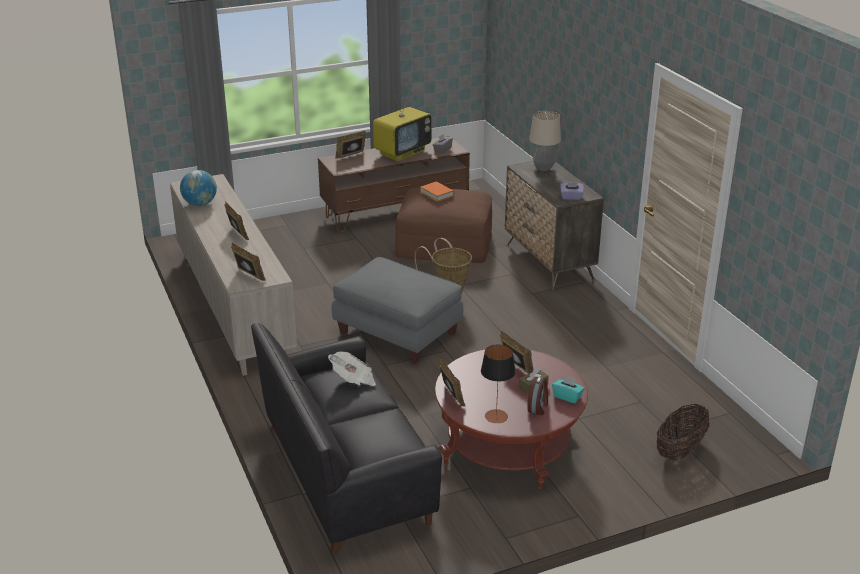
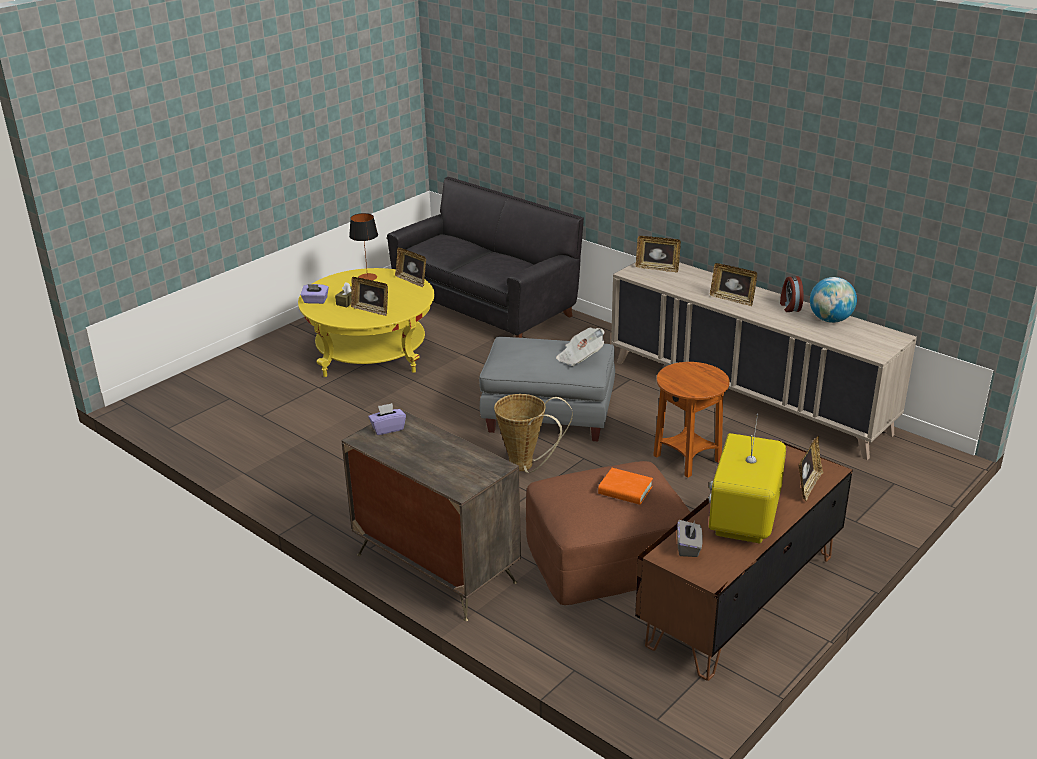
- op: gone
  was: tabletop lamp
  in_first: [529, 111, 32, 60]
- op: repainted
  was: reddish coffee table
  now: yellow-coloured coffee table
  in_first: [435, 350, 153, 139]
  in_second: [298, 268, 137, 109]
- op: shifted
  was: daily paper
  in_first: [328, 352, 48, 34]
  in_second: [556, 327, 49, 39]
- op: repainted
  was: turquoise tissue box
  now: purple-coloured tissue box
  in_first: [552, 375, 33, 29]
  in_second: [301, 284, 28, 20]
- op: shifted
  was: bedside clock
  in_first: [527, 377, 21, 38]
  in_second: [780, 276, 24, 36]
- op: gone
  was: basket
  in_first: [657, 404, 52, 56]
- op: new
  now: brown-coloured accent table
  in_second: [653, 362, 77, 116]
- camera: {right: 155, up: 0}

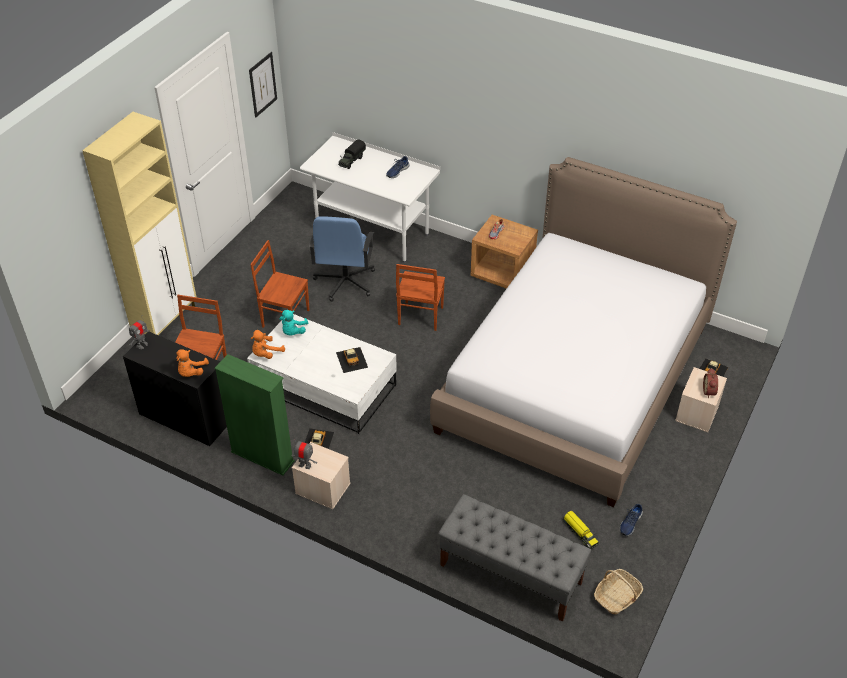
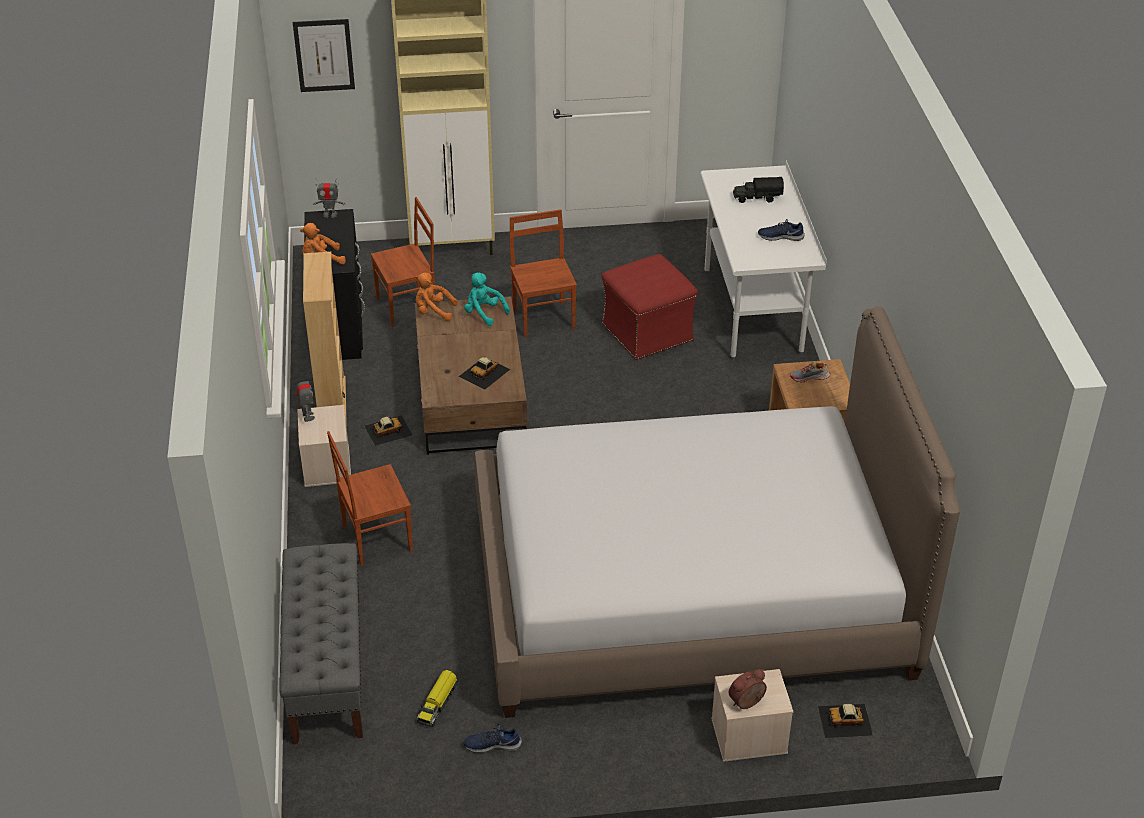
- op: shifted
  was: picture
  in_first: [249, 52, 28, 66]
  in_second: [293, 19, 62, 73]
- op: swapped
  was: bluish desk chair
  now: reddish footrest
  in_first: [309, 216, 66, 86]
  in_second: [601, 254, 97, 106]
- op: shifted
  was: brown-coloured chair
  in_first: [396, 264, 49, 67]
  in_second: [327, 431, 86, 135]
- op: rotated
  was: turquoise cuddly toy
  in_first: [280, 310, 29, 25]
  in_second: [464, 273, 46, 53]
  clockwise: 60
- op: repainted
  was: white coffee table
  now: brown-coloured coffee table
  in_first: [247, 314, 150, 120]
  in_second: [415, 296, 112, 159]
- op: repainted
  was: green bookcase
  now: sand-coloured bookcase
  in_first: [214, 354, 81, 122]
  in_second: [303, 252, 44, 175]
- op: gone
  was: basket
  in_first: [594, 569, 49, 45]
- camera: {right: 55, up: -5}

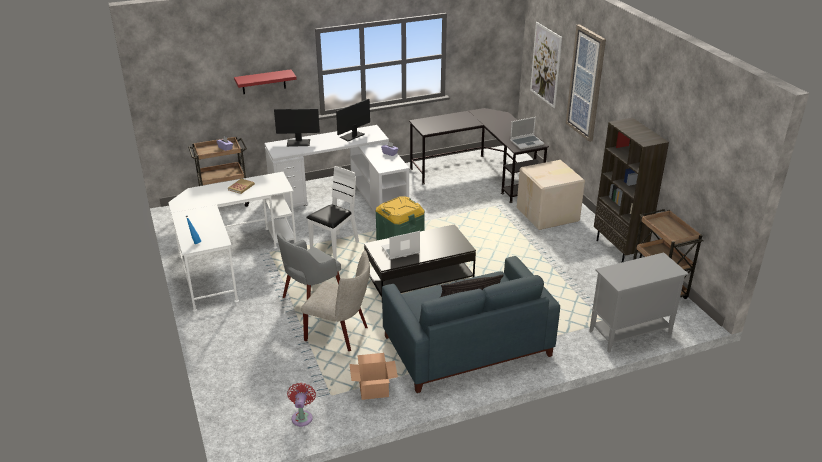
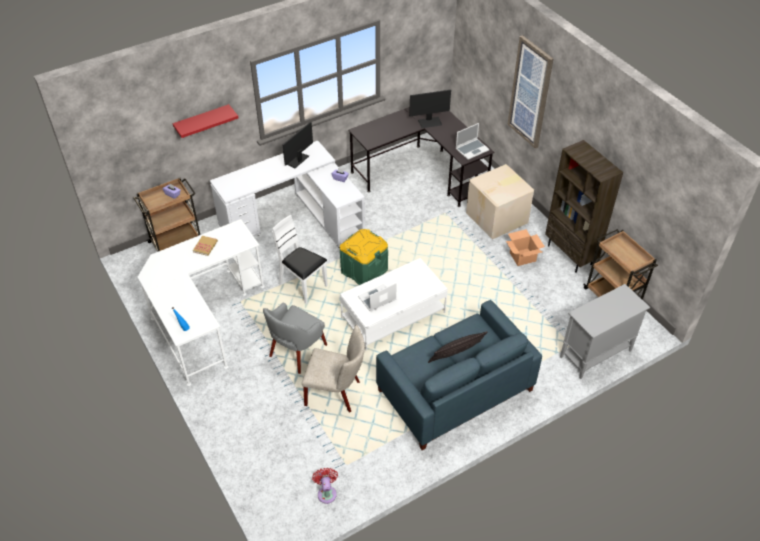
- op: gone
  was: picture
  in_first: [530, 22, 32, 86]
- op: shifted
  was: computer screen
  in_first: [274, 108, 46, 39]
  in_second: [409, 90, 42, 38]
- op: rotated
  was: white chair
  in_first: [306, 166, 53, 94]
  in_second: [272, 215, 56, 89]
  clockwise: -75
- op: repainted
  was: black-coloured coffee table
  now: white coffee table
  in_first: [364, 224, 112, 73]
  in_second: [340, 258, 108, 93]
- op: shifted
  was: cardboard box
  in_first: [349, 353, 49, 47]
  in_second: [506, 229, 39, 37]
- camera: {right: -10, up: 15}

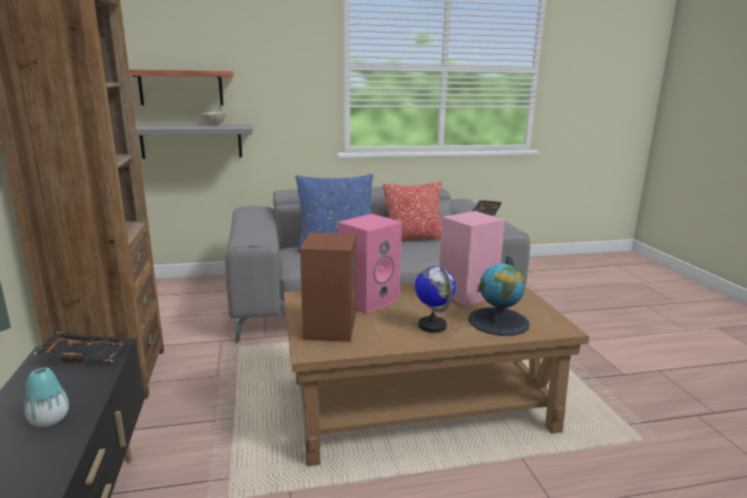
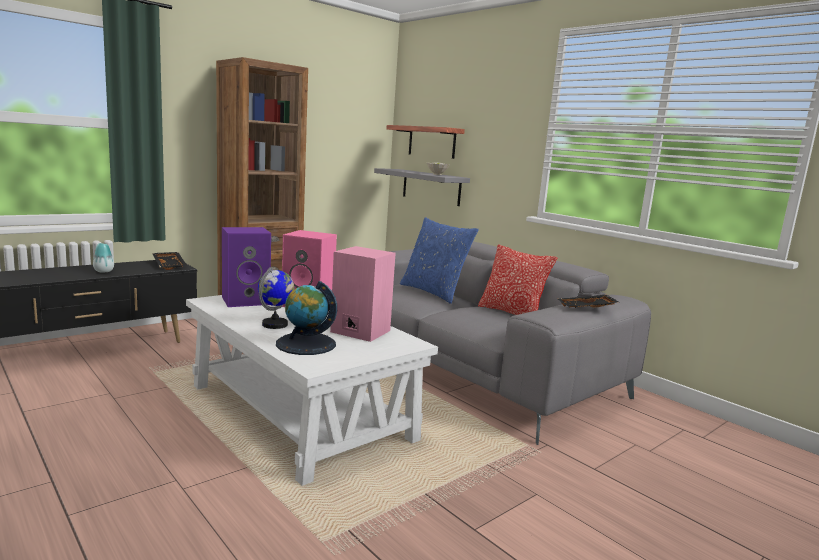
- op: repainted
  was: brown-coloured speaker
  now: purple-coloured speaker
  in_first: [300, 233, 56, 109]
  in_second: [222, 227, 49, 80]
- op: repainted
  was: brown-coloured coffee table
  now: white coffee table
  in_first: [284, 283, 305, 183]
  in_second: [186, 295, 252, 191]
- camera: {right: 60, up: -5}

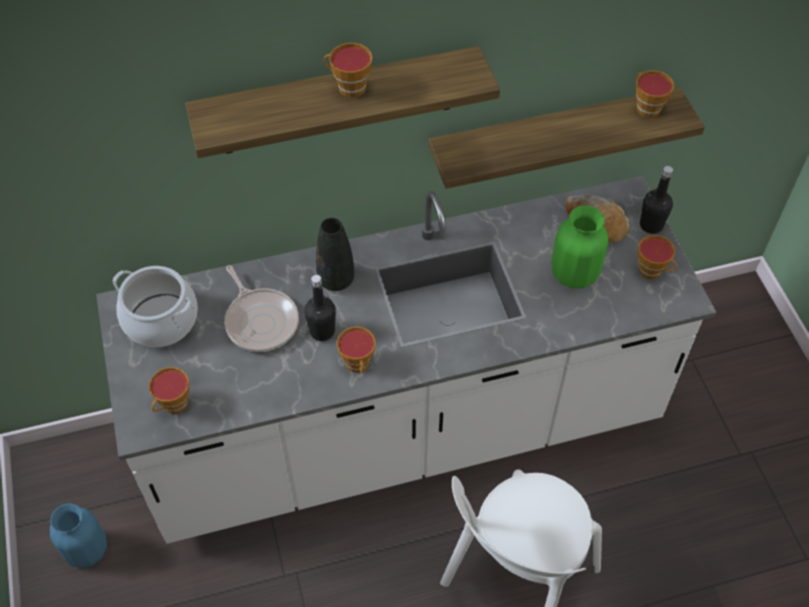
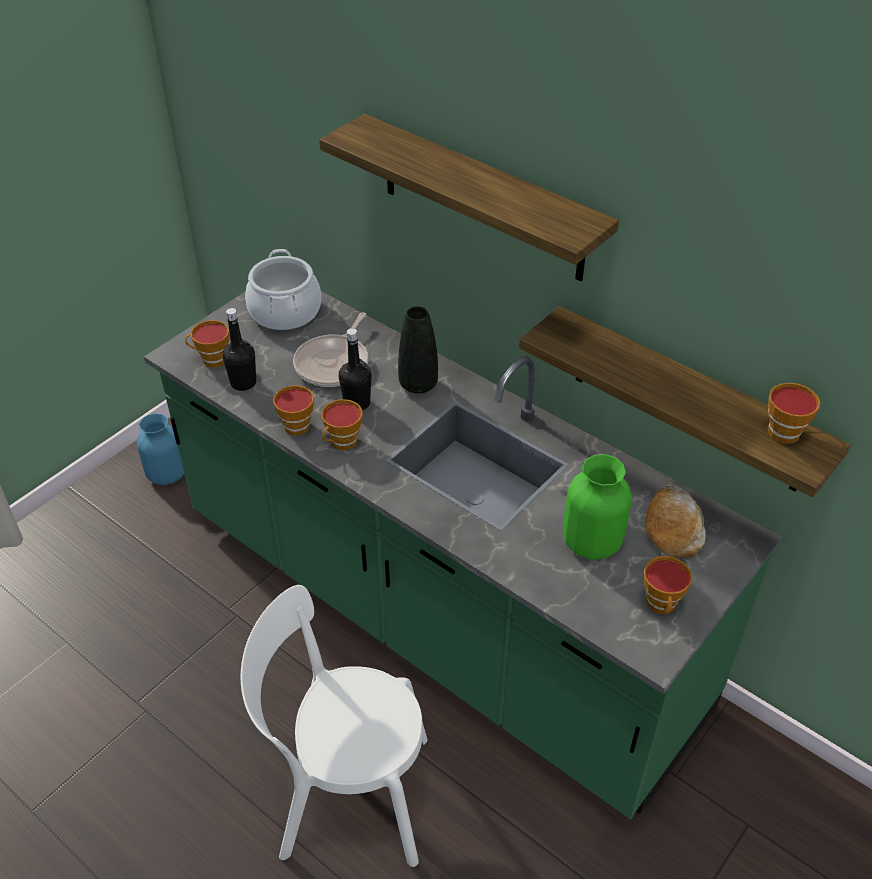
- op: shifted
  was: drinking cup
  in_first: [324, 43, 49, 55]
  in_second: [273, 385, 41, 51]
- op: shifted
  was: black-coloured bottle
  in_first: [640, 166, 33, 68]
  in_second: [222, 308, 34, 83]
- op: repainted
  was: white kitchen counter
  now: green kitchen counter
  in_first: [96, 176, 621, 368]
  in_second: [144, 291, 638, 528]
- camera: {right: 55, up: -10}

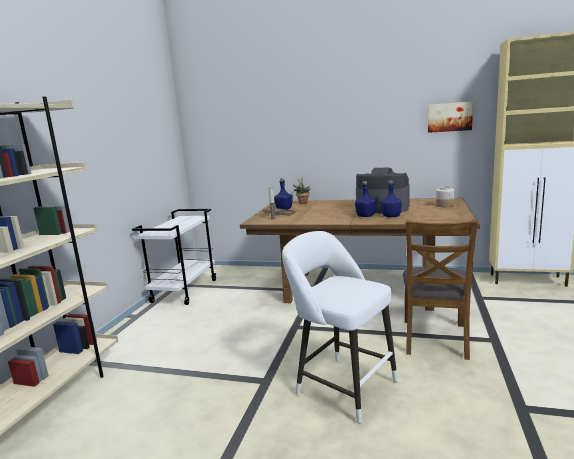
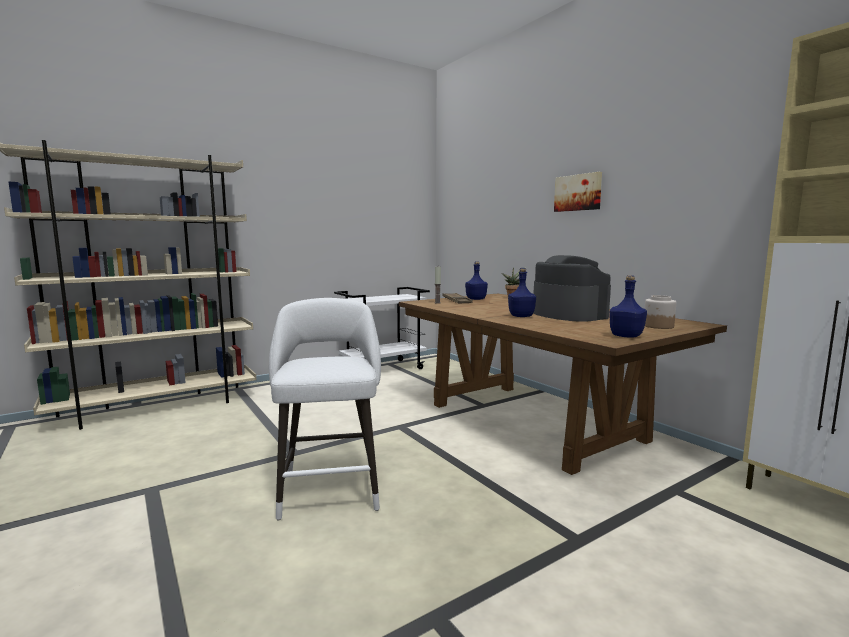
- op: shifted
  was: picture
  in_first: [428, 102, 45, 31]
  in_second: [554, 172, 48, 40]
- op: shifted
  was: bluish bottle
  in_first: [381, 180, 21, 37]
  in_second: [609, 275, 38, 63]
- op: gone
  was: brown-coloured chair
  in_first: [403, 220, 75, 140]
- camera: {right: 40, up: -5}

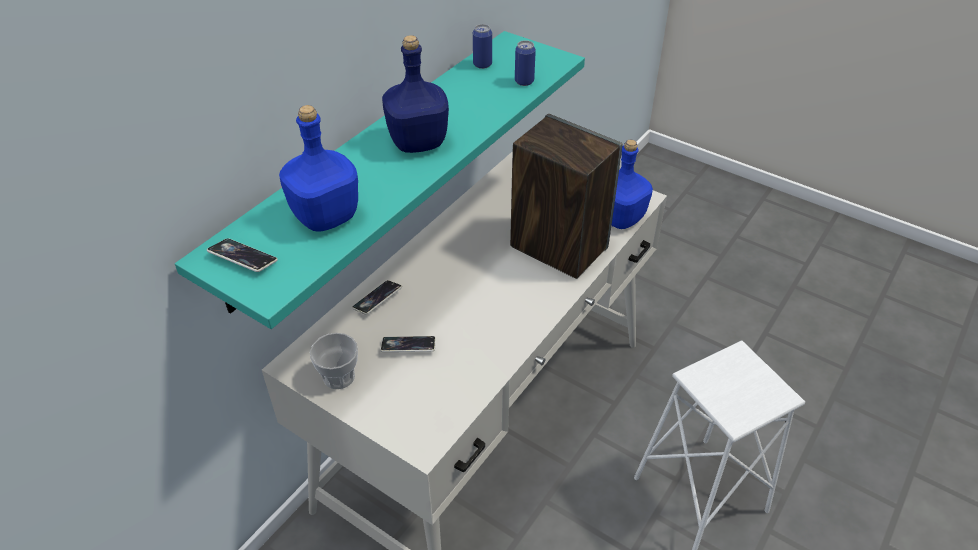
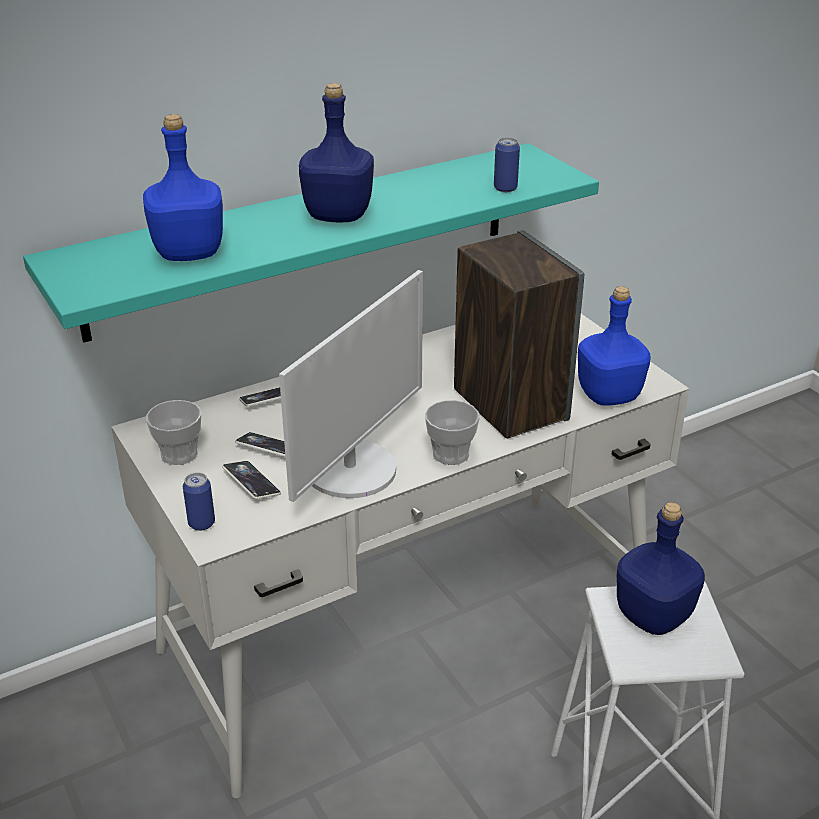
- op: shifted
  was: sealed can
  in_first: [473, 24, 19, 45]
  in_second: [183, 472, 32, 59]
- op: shifted
  was: handset
  in_first: [207, 238, 71, 34]
  in_second: [222, 461, 59, 38]
- op: new
  now: computer screen
  in_second: [279, 270, 144, 232]
- op: new
  now: drinking cup
  in_second: [425, 400, 55, 65]
- op: new
  now: bluish bottle
  in_second: [617, 502, 88, 133]
- camera: {right: 25, up: -10}

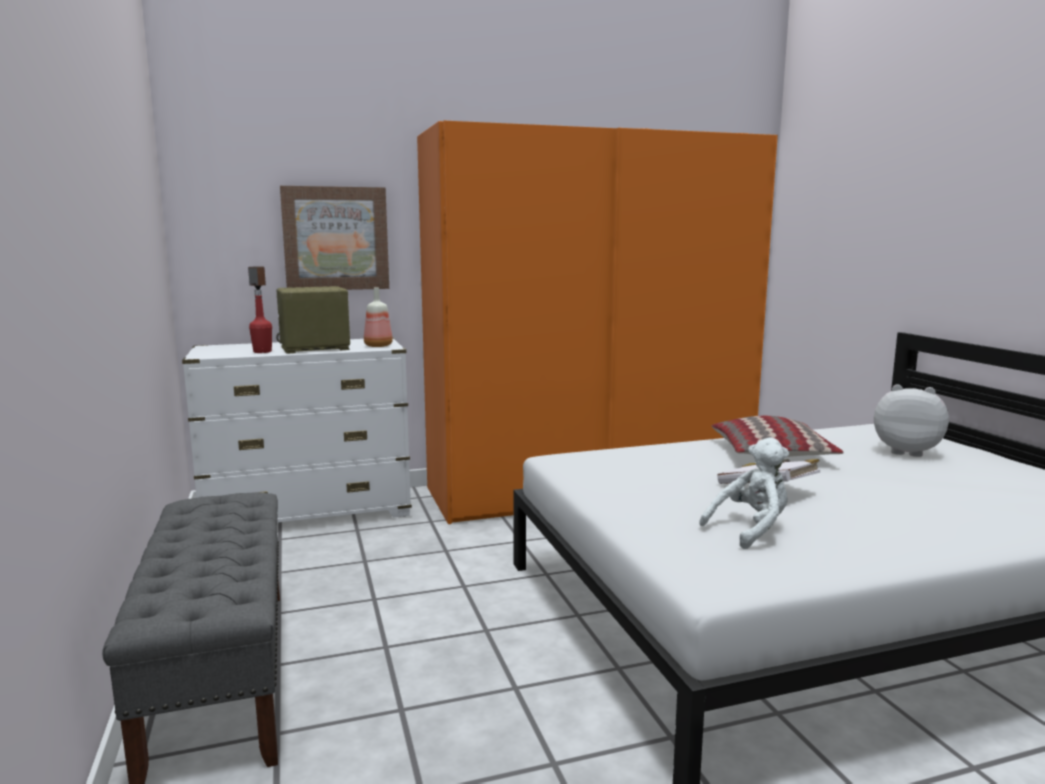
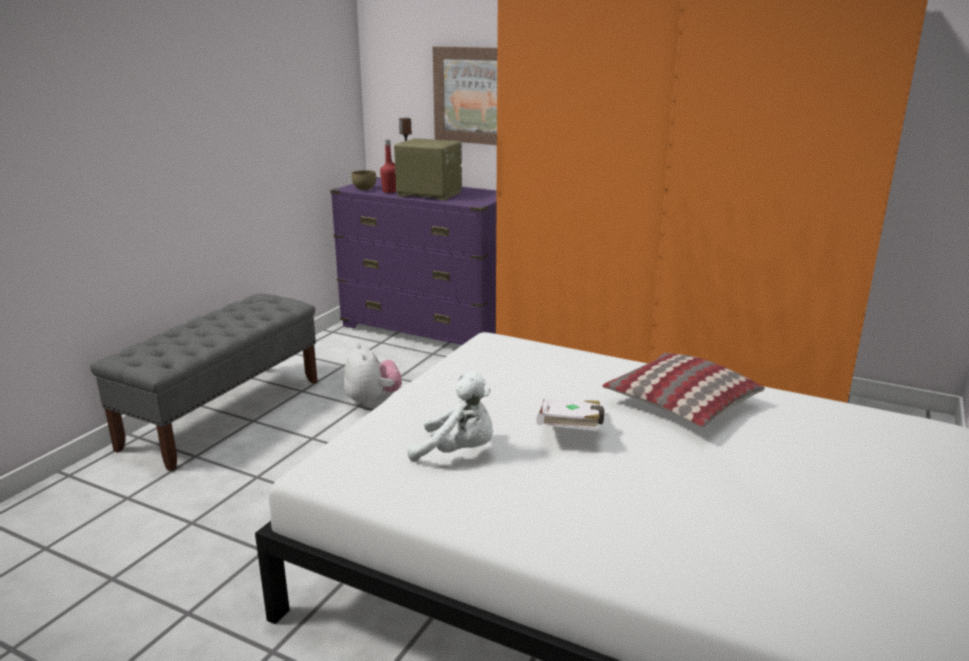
- op: gone
  was: bottle
  in_first: [364, 287, 29, 60]
- op: repainted
  was: white dresser
  now: purple-coloured dresser
  in_first: [182, 337, 230, 186]
  in_second: [330, 177, 167, 168]
- op: shifted
  was: cuddly toy
  in_first: [874, 384, 75, 73]
  in_second: [344, 344, 58, 62]
- op: new
  now: brown-coloured bowl
  in_second: [352, 170, 24, 20]
- camera: {right: 45, up: 10}

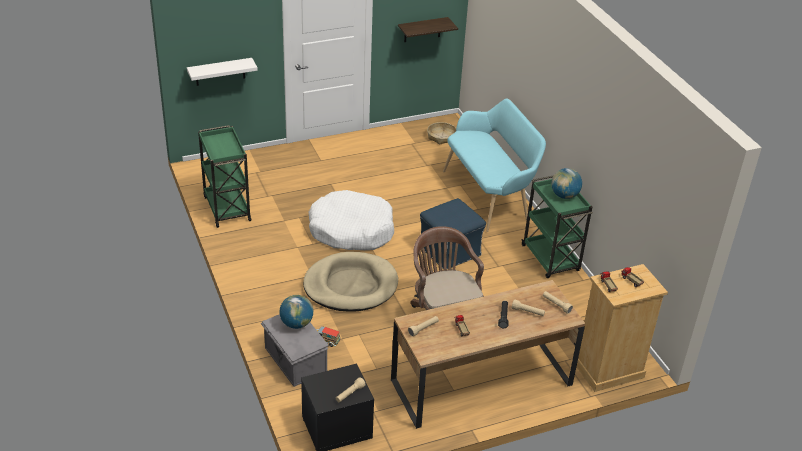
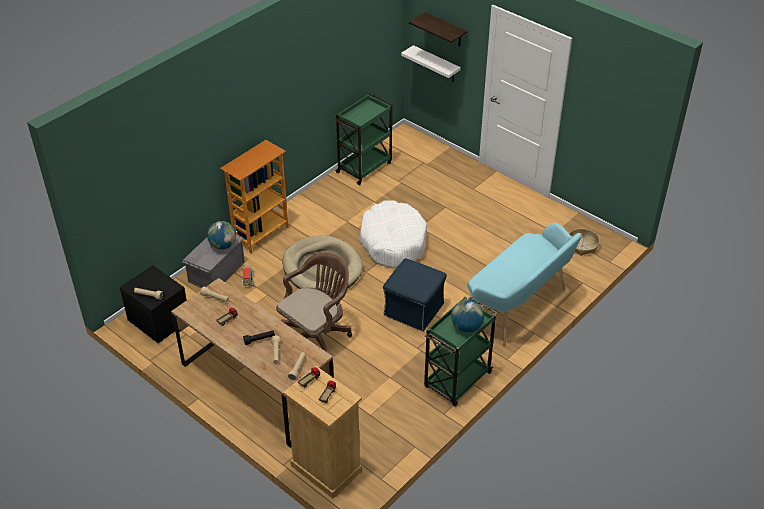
- op: shifted
  was: shelf
  in_first: [398, 17, 60, 25]
  in_second: [409, 12, 59, 35]
- op: new
  now: bookcase
  in_second: [220, 140, 69, 114]
- camera: {right: 65, up: 5}

